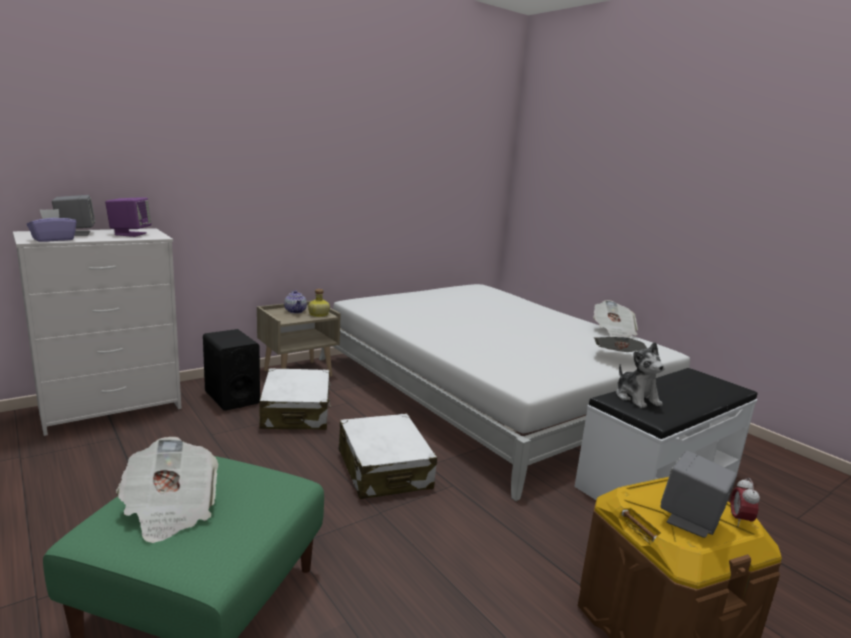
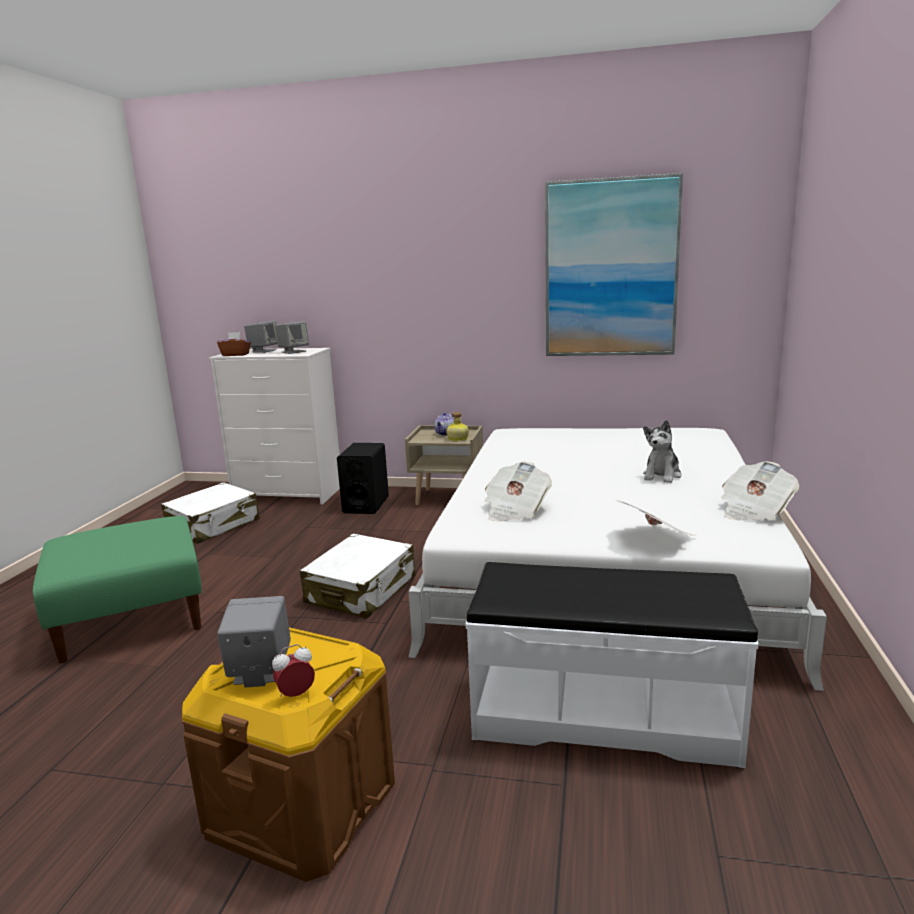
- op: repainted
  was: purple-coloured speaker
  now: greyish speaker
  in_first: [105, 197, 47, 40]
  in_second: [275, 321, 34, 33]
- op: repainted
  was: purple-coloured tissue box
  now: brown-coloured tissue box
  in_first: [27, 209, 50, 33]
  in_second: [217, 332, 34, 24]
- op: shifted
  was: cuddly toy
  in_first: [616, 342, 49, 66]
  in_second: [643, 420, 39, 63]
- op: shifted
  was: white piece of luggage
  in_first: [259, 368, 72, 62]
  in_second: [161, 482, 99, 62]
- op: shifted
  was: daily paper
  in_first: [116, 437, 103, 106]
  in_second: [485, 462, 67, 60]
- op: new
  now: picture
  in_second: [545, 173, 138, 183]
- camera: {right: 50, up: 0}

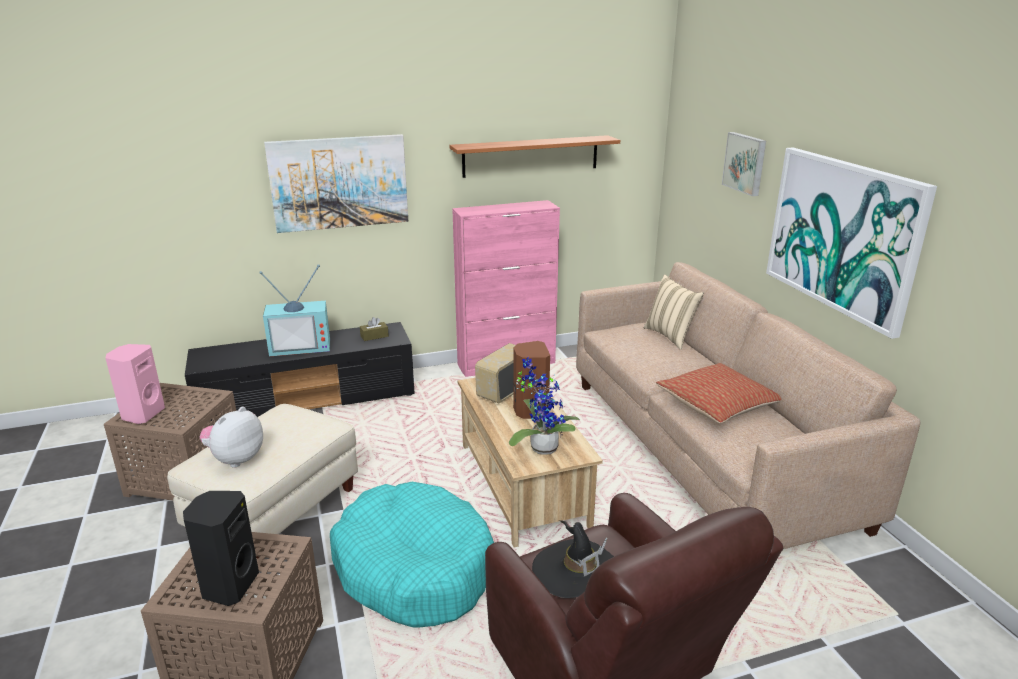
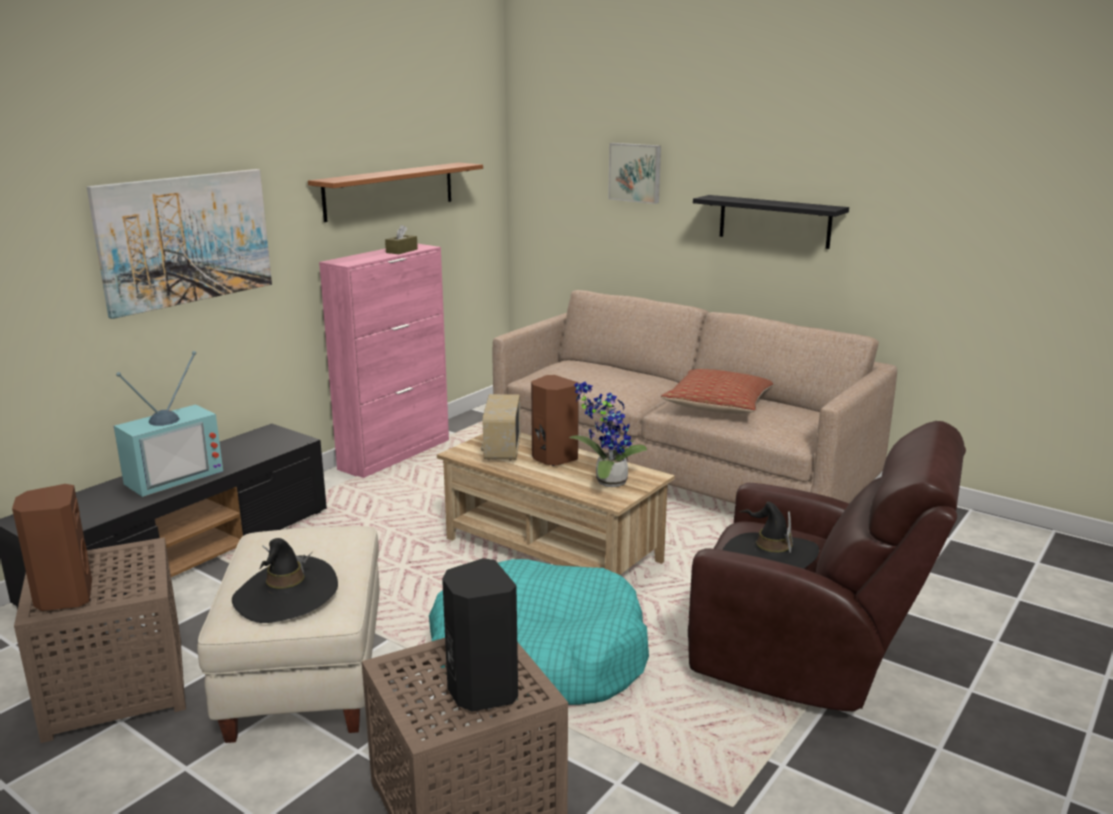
- op: swapped
  was: picture
  now: black-coloured shelf
  in_first: [766, 147, 171, 192]
  in_second: [693, 195, 156, 54]
- op: gone
  was: sand-coloured cushion
  in_first: [644, 274, 60, 76]
- op: shifted
  was: brown-coloured tissue box
  in_first: [360, 317, 29, 24]
  in_second: [385, 225, 33, 29]
- op: repainted
  was: pink-coloured speaker
  now: brown-coloured speaker
  in_first: [105, 344, 60, 80]
  in_second: [12, 484, 80, 127]
- op: swapped
  was: cuddly toy
  now: black-coloured wearable hat
  in_first: [200, 407, 63, 61]
  in_second: [232, 538, 106, 85]
- camera: {right: -35, up: -5}

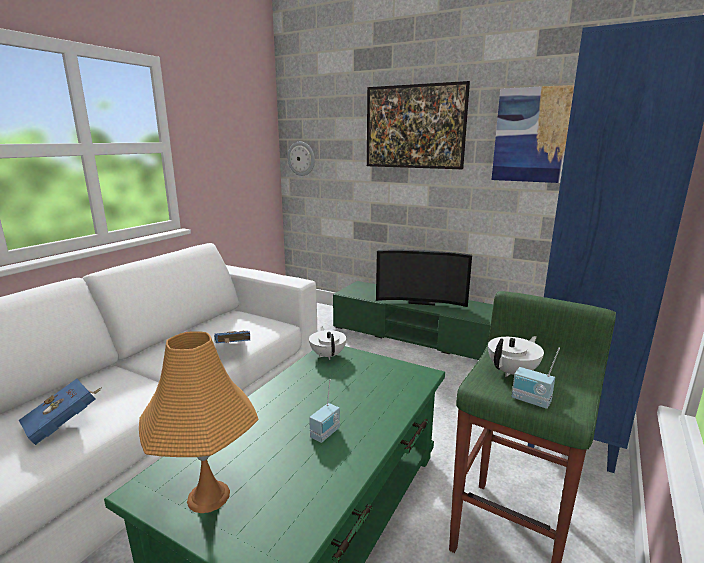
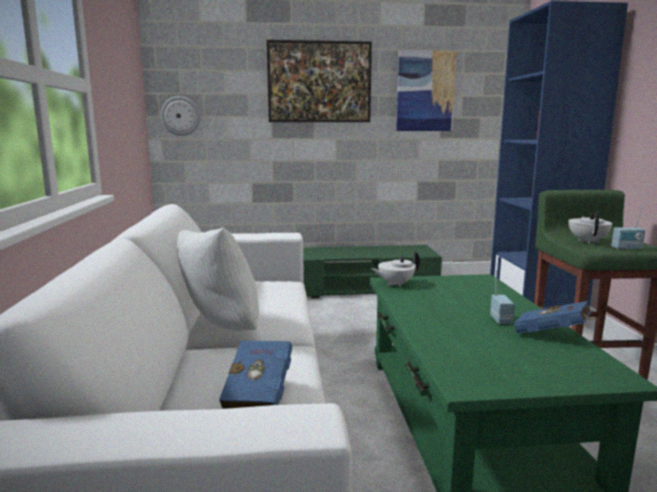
- op: gone
  was: TV set
  in_first: [376, 250, 96, 57]
- op: rotated
  was: white tea pot
  in_first: [309, 327, 37, 33]
  in_second: [370, 251, 50, 36]
  clockwise: -60
- op: shifted
  was: bluish volume
  in_first: [214, 330, 36, 13]
  in_second: [514, 301, 83, 33]
- op: gone
  was: orangey tabletop lamp
  in_first: [139, 331, 120, 182]
- op: new
  now: white cushion
  in_second: [177, 227, 82, 104]
- camera: {right: -35, up: -5}

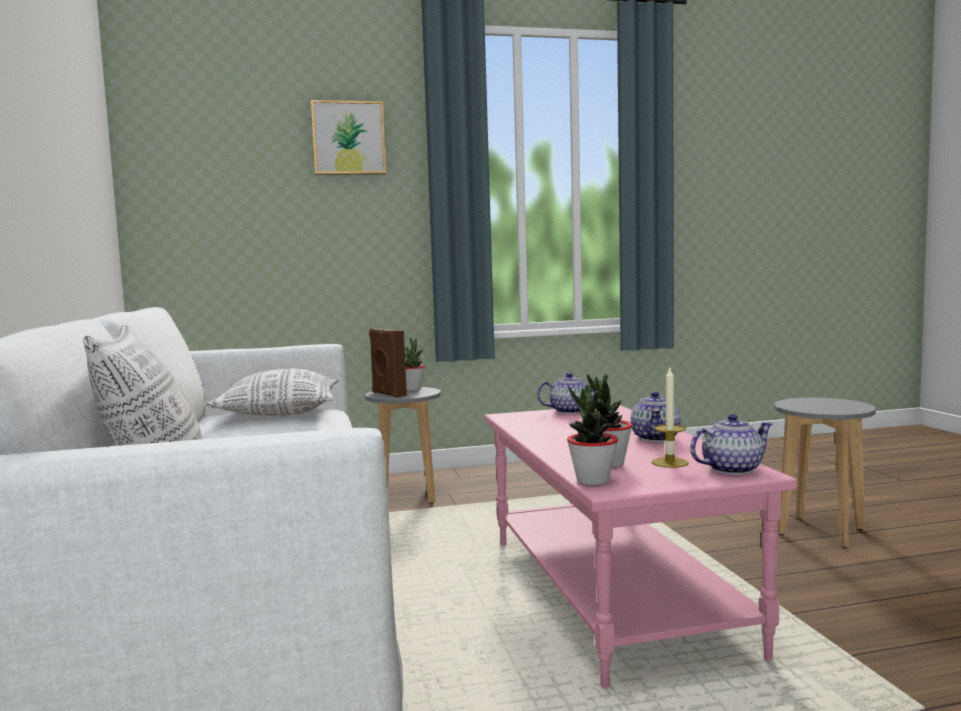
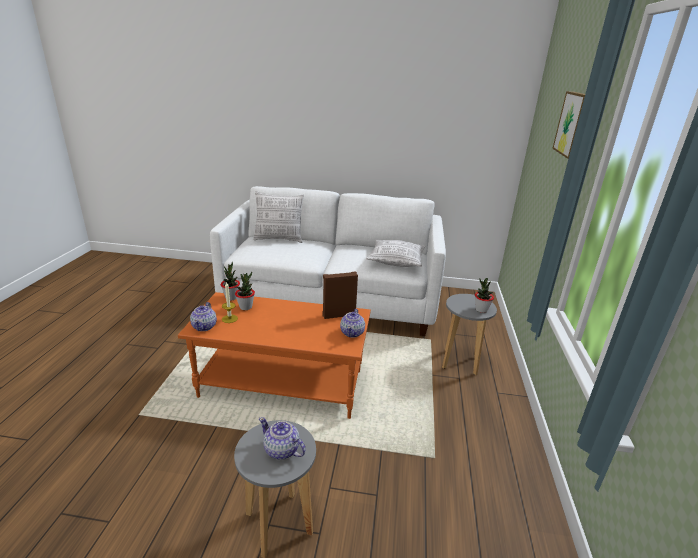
- op: shifted
  was: brown-coloured speaker
  in_first: [369, 328, 38, 70]
  in_second: [322, 271, 36, 48]
- op: shifted
  was: tea pot
  in_first: [631, 391, 50, 51]
  in_second: [259, 417, 47, 43]
- op: repainted
  was: pink-coloured coffee table
  now: orangey coffee table
  in_first: [484, 405, 314, 284]
  in_second: [178, 292, 193, 127]
- camera: {right: 110, up: 20}

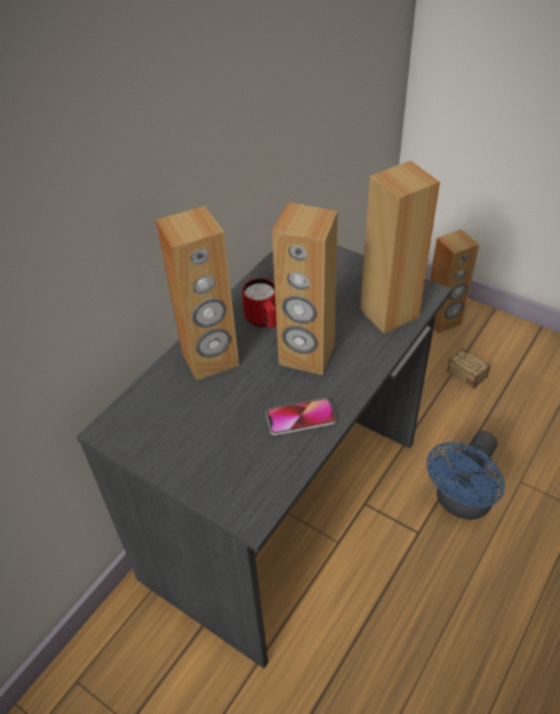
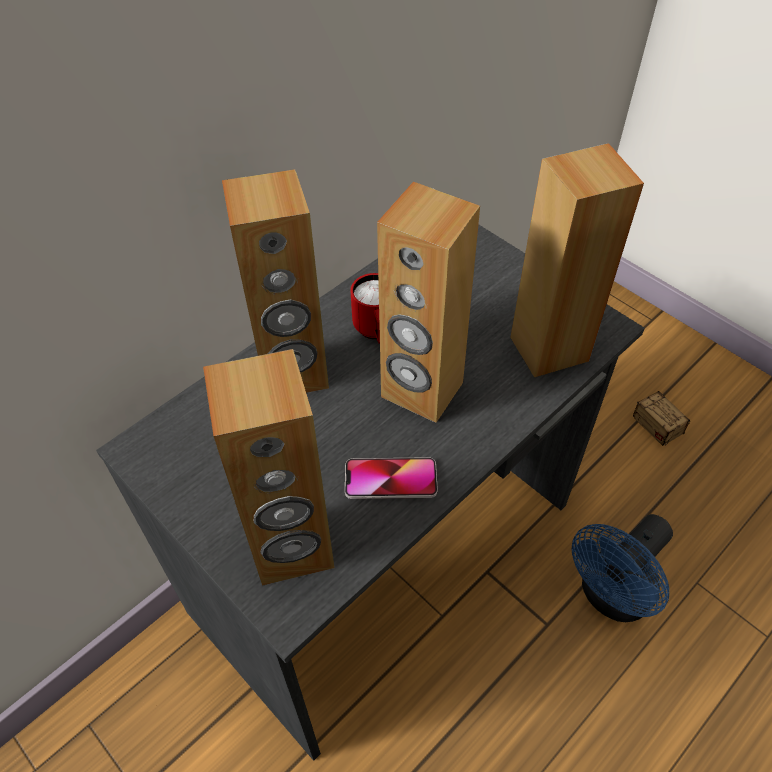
- op: shifted
  was: brown-coloured speaker
  in_first: [430, 229, 49, 105]
  in_second: [203, 349, 132, 237]
- camera: {right: 10, up: 5}

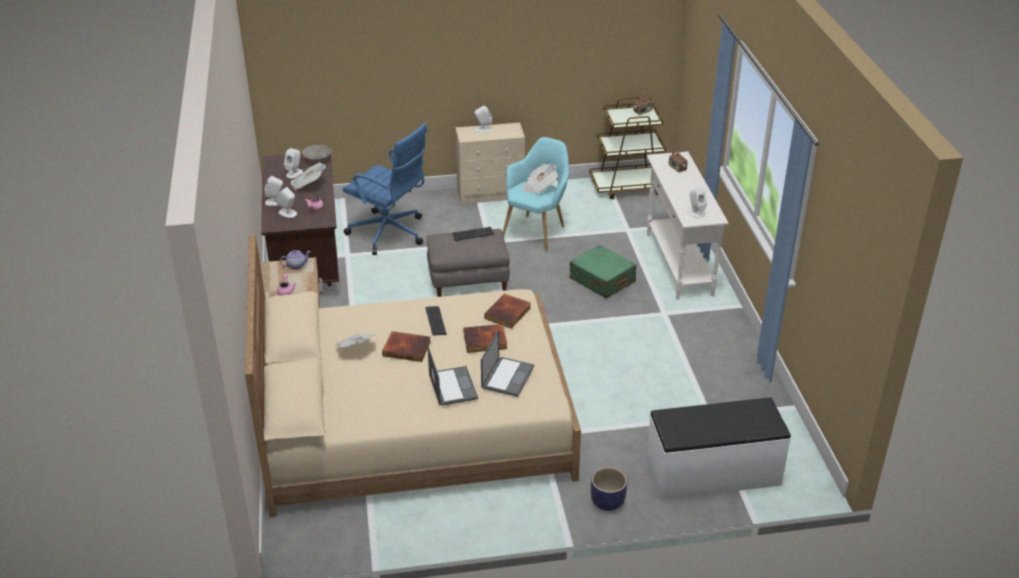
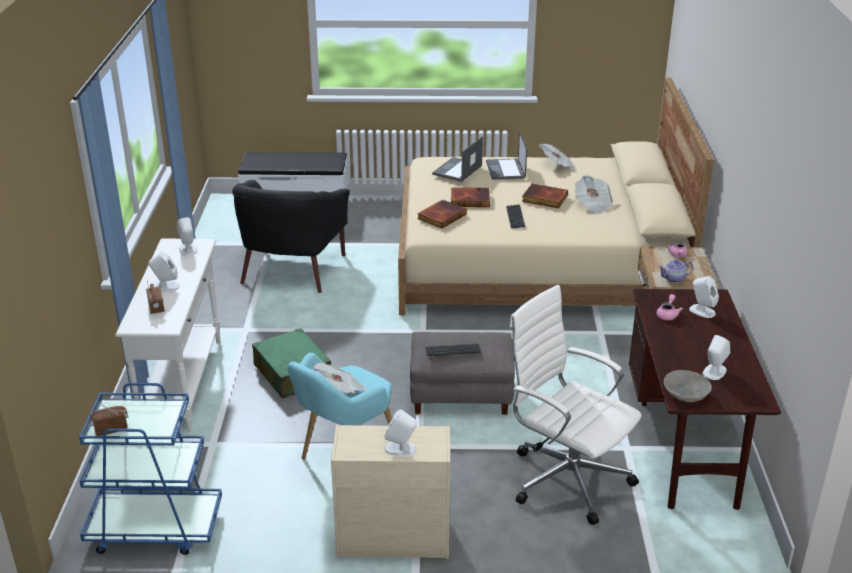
- op: repainted
  was: brown-coloured trolley
  now: bluish trolley
  in_first: [589, 97, 77, 102]
  in_second: [79, 383, 143, 172]
- op: repainted
  was: bluish desk chair
  now: white desk chair
  in_first: [343, 123, 84, 132]
  in_second: [509, 285, 133, 240]
- op: shifted
  was: daily paper
  in_first: [290, 162, 35, 28]
  in_second: [539, 144, 37, 25]
- op: shifted
  was: white speaker
  in_first: [265, 176, 18, 30]
  in_second: [149, 252, 31, 40]
- op: gone
  was: flower pot
  in_first: [591, 467, 36, 44]
- op: new
  now: black-coloured lounge chair
  in_second: [232, 180, 118, 113]
- camera: {right: -170, up: -5}

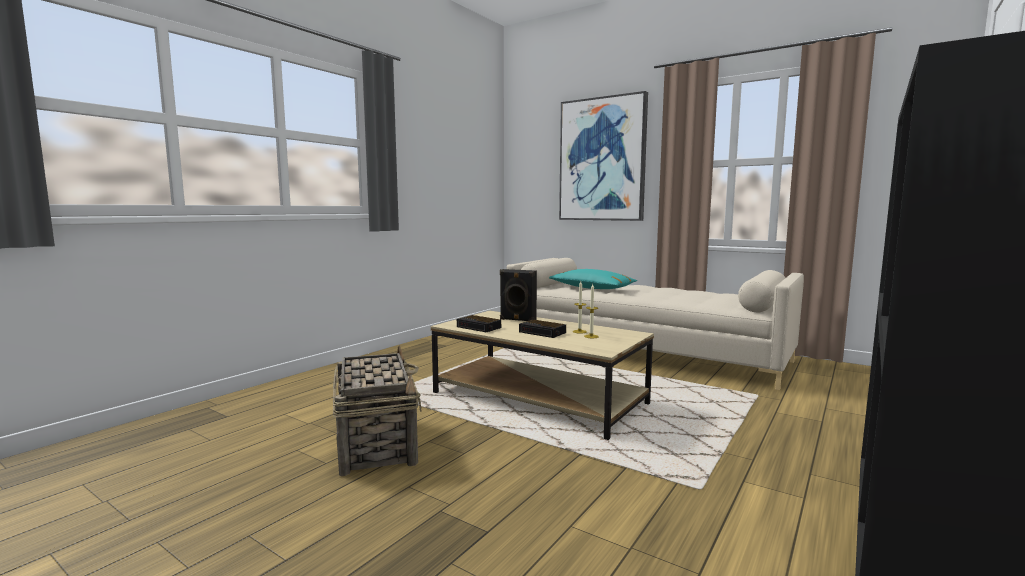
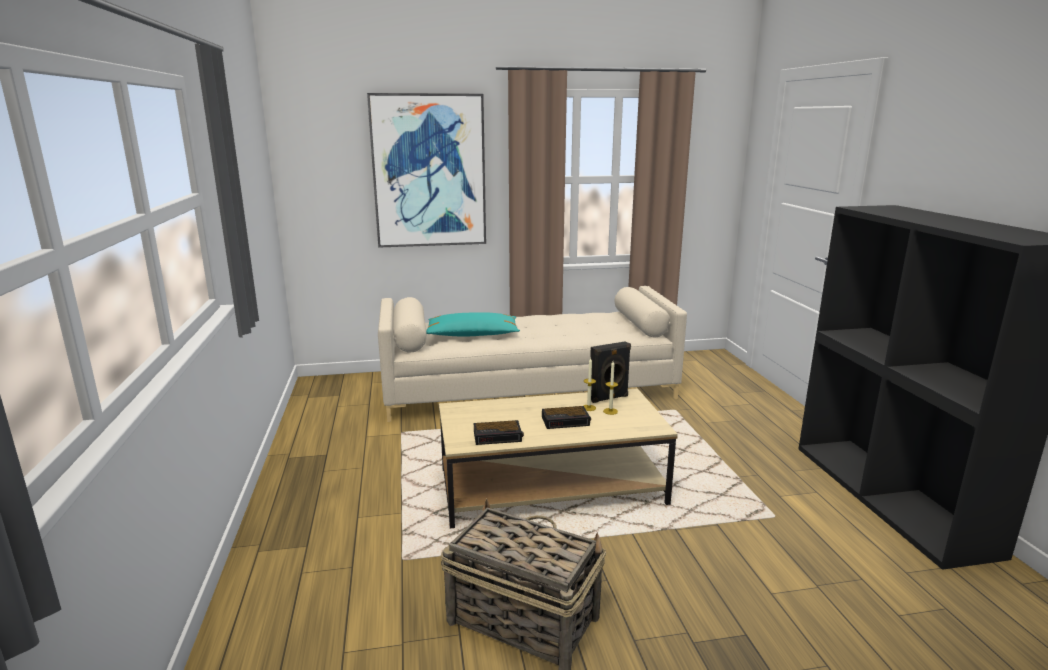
- op: shifted
  was: black-coloured speaker
  in_first: [500, 269, 37, 52]
  in_second: [590, 341, 41, 62]
- camera: {right: -45, up: 10}

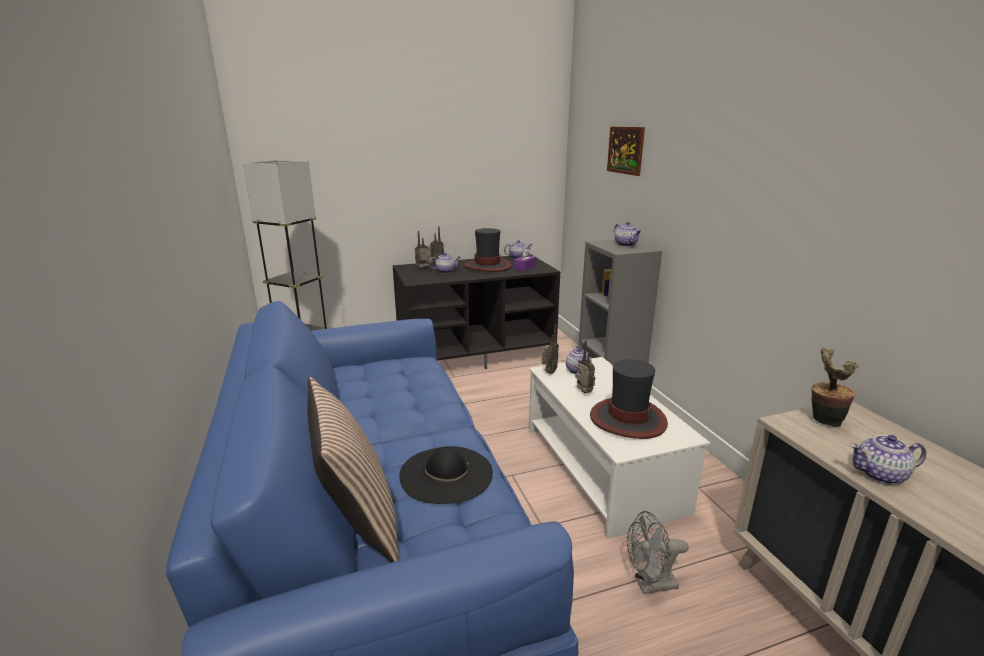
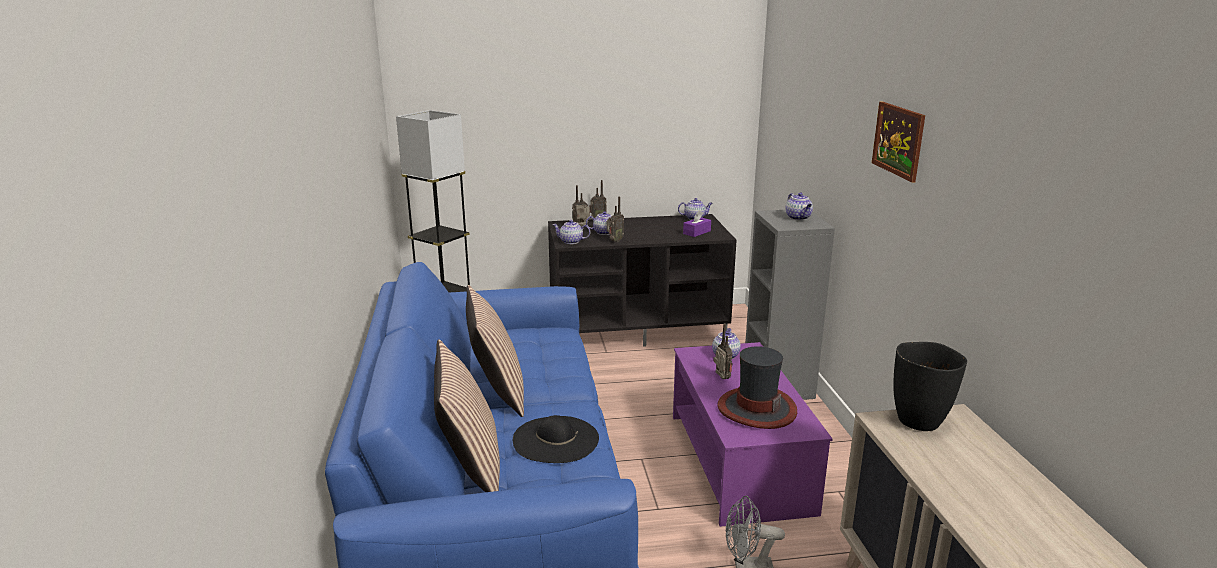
- op: shifted
  was: picture
  in_first: [607, 126, 38, 50]
  in_second: [872, 102, 53, 80]
- op: gone
  was: wearable hat
  in_first: [464, 228, 48, 44]
- op: shifted
  was: radio receiver
  in_first: [542, 324, 17, 50]
  in_second: [607, 196, 17, 46]
- op: swapped
  was: potted plant
  now: black-coloured flower vase
  in_first: [811, 347, 48, 80]
  in_second: [893, 342, 74, 89]
- op: repainted
  was: white coffee table
  now: purple-coloured coffee table
  in_first: [529, 357, 181, 182]
  in_second: [673, 342, 160, 185]
- op: shifted
  was: tea pot
  in_first: [850, 435, 76, 50]
  in_second: [552, 220, 38, 24]
- op: new
  now: cushion
  in_second: [466, 285, 58, 132]
- camera: {right: 10, up: 0}

